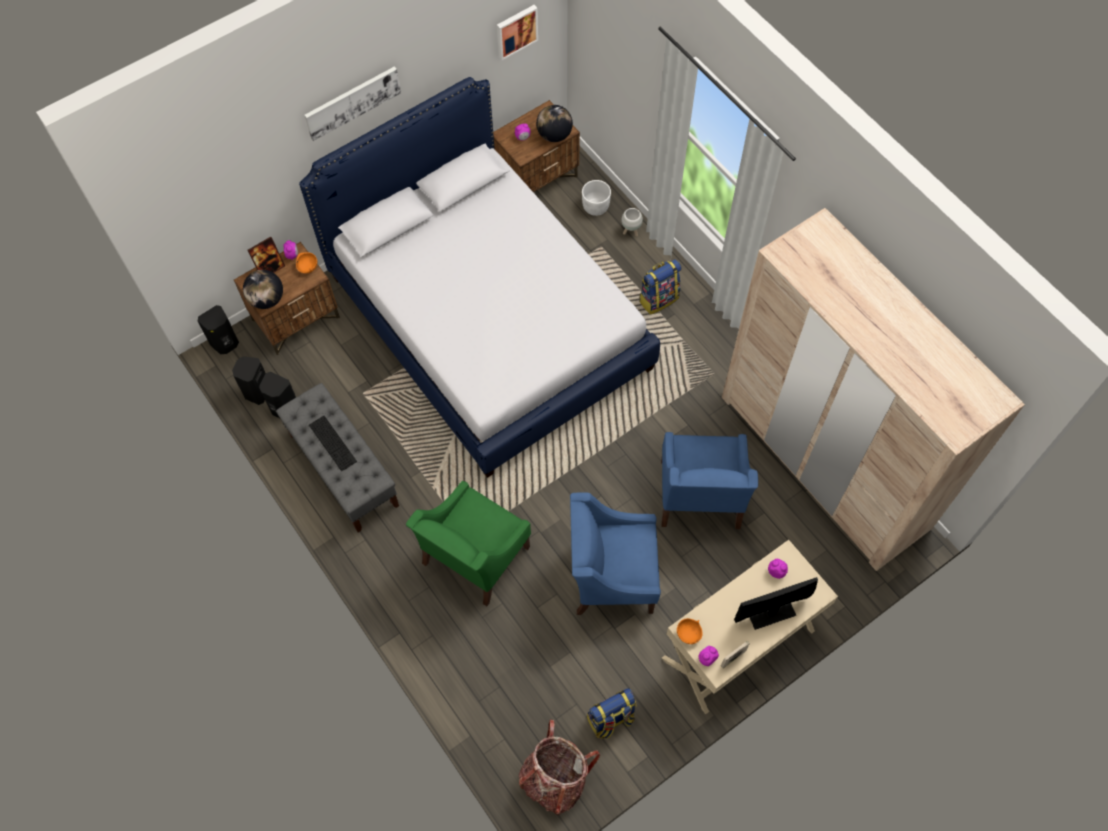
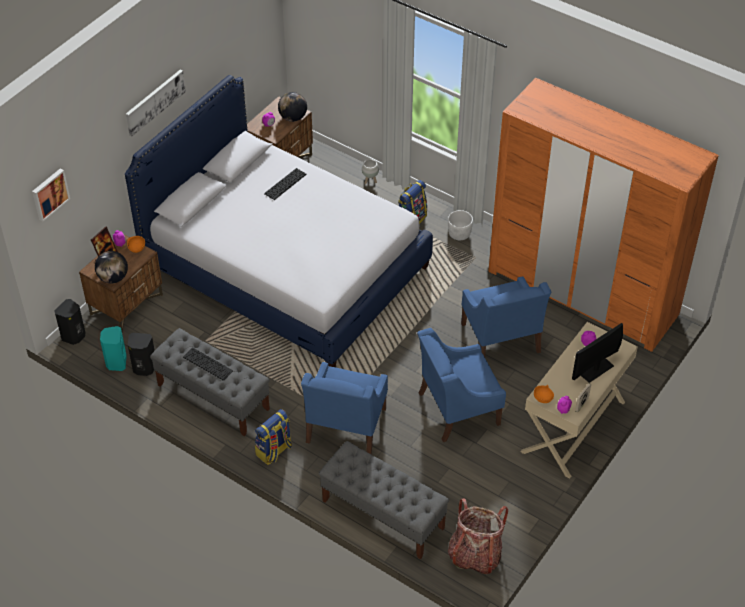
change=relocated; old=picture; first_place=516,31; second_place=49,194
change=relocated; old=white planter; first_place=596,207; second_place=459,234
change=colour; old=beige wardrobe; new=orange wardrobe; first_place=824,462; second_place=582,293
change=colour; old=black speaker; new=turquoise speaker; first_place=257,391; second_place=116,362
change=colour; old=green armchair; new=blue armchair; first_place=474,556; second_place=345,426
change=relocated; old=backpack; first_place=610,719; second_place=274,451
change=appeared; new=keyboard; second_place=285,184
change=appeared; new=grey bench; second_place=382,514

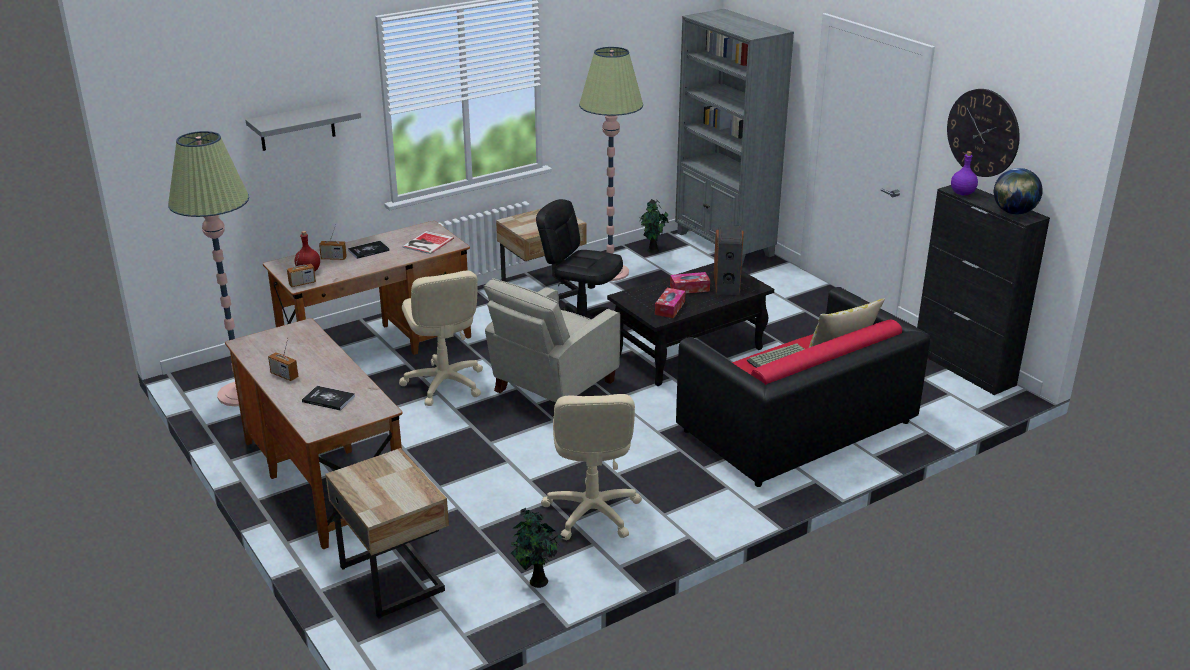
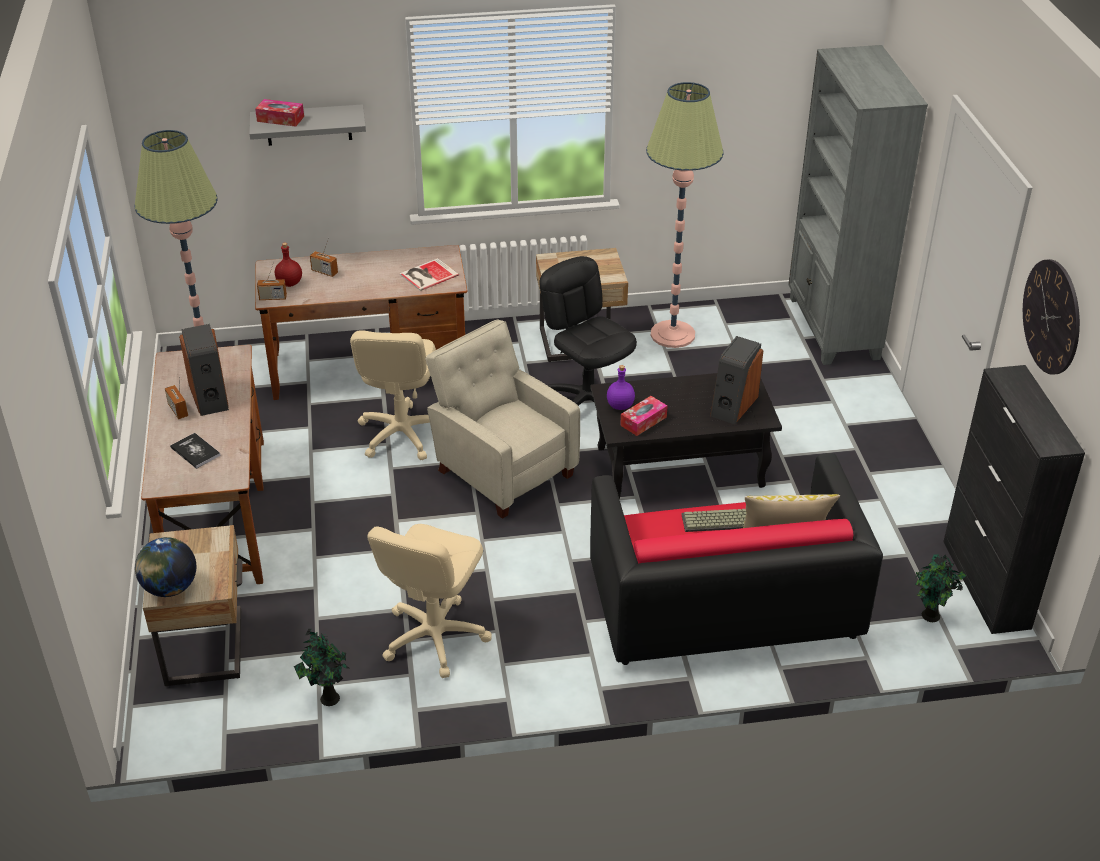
change=relocated; old=purple bottle; first_place=962,193; second_place=620,406
change=relocated; old=globe; first_place=1013,212; second_place=170,588
change=relocated; old=potted plant; first_place=653,250; second_place=930,616
change=missing; old=book; first_place=368,250
change=relocated; old=tissue box; first_place=689,288; second_place=280,119
change=spun; old=beige armchair; first_place=551,387; second_place=503,470; degrees=75
change=appeared; new=speaker; second_place=210,396

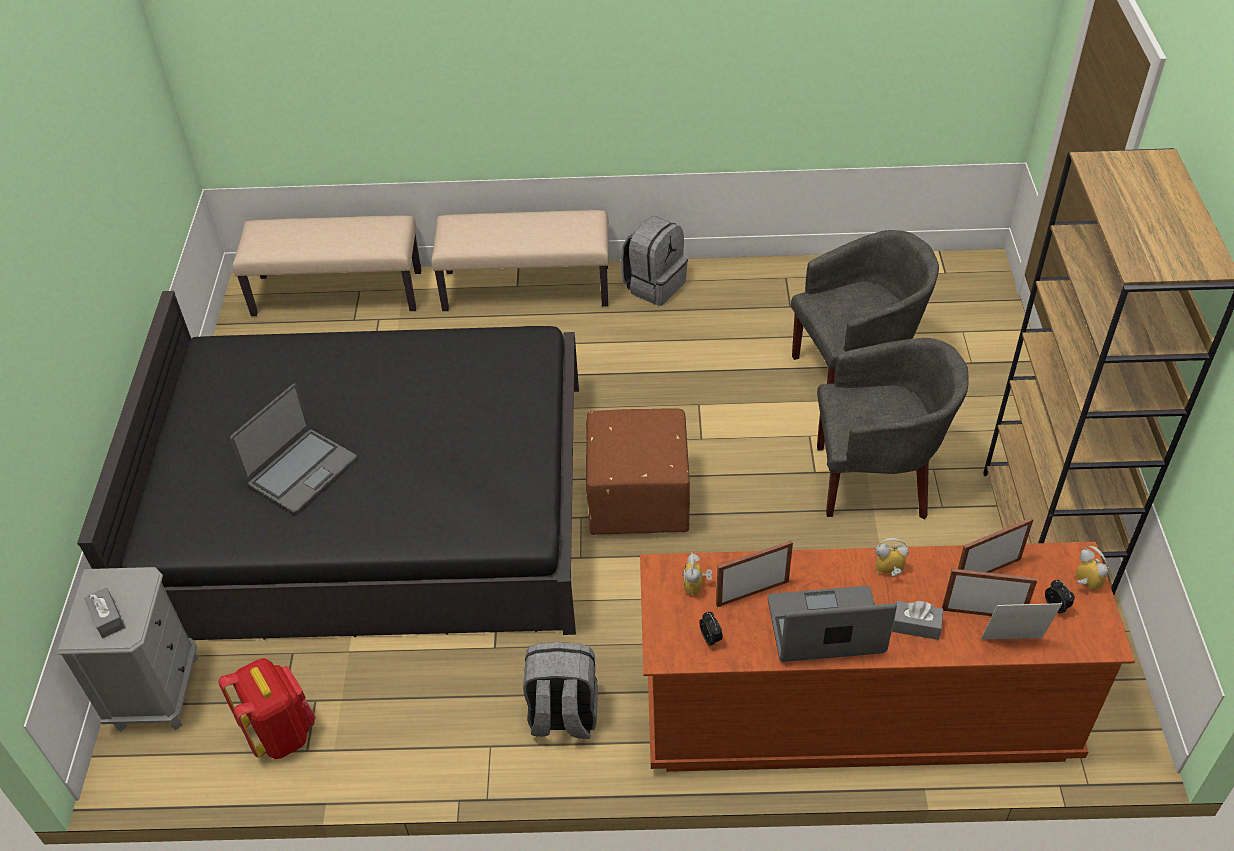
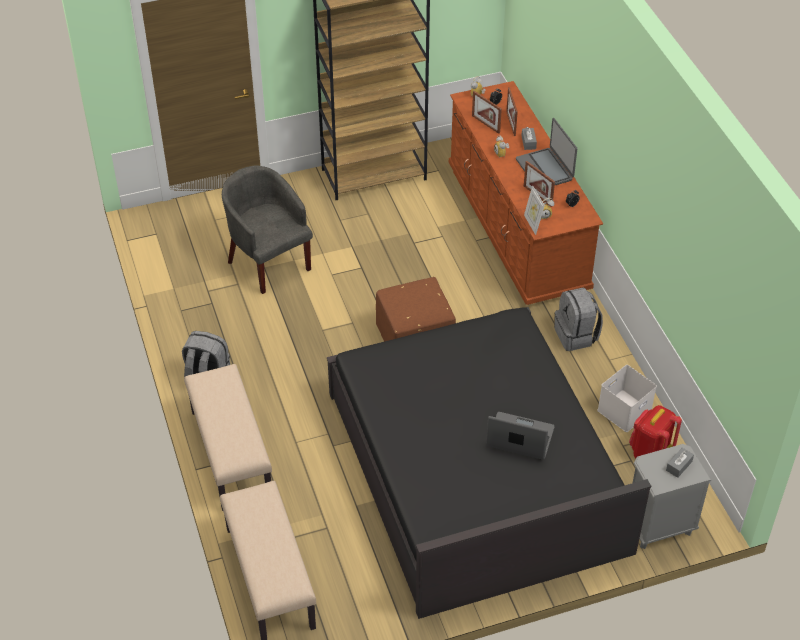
change=missing; old=grey armchair; first_place=876,479
change=relocated; old=picture frame; first_place=1013,643; second_place=532,224
change=appeared; new=white storage box; second_place=624,412

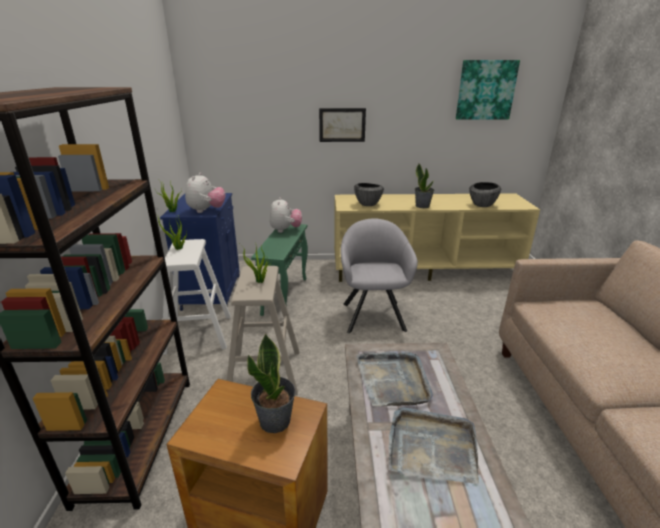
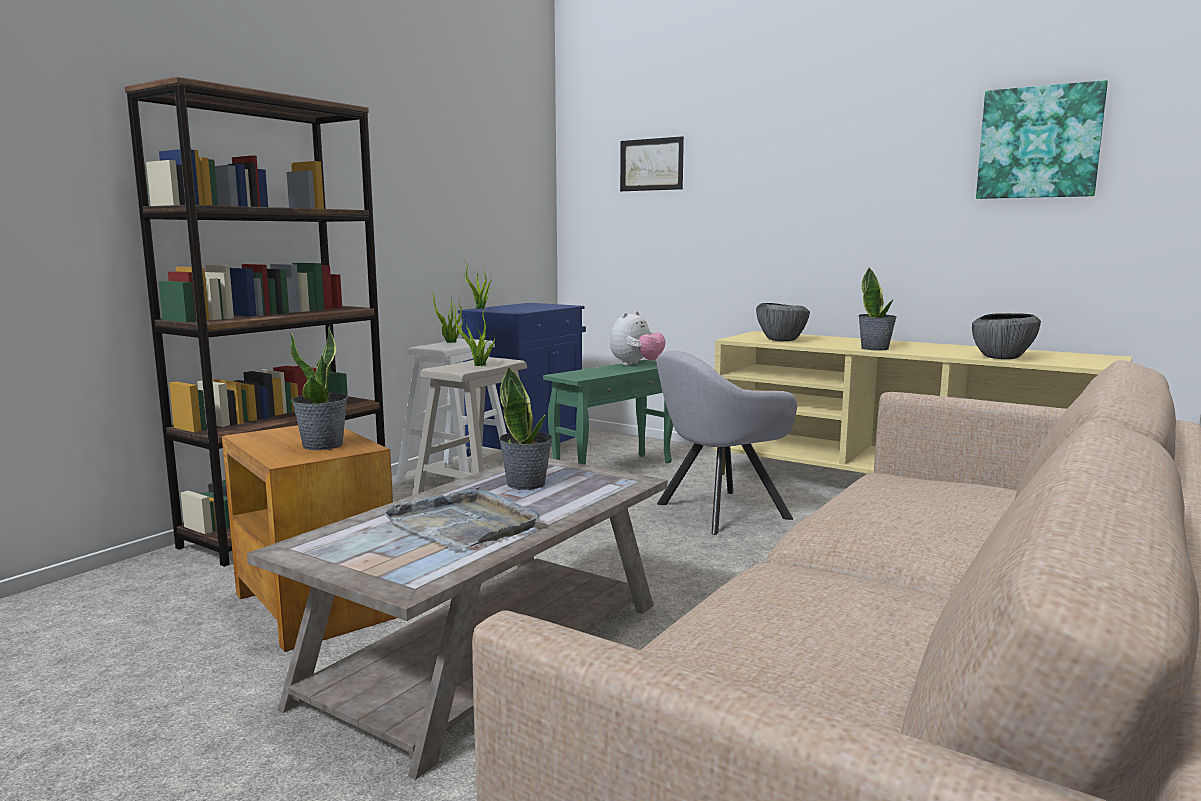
change=relocated; old=picture; first_place=342,125; second_place=651,164
change=missing; old=plush toy; first_place=206,211
change=spun; old=grey armchair; first_place=373,314; second_place=716,512; degrees=-150
change=exchanged; old=grey tray; new=potted plant; first_place=393,380; second_place=526,484

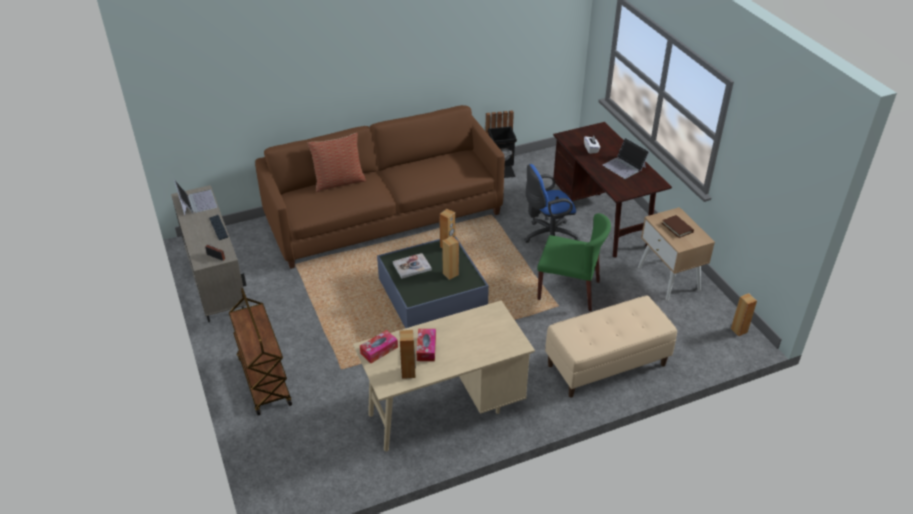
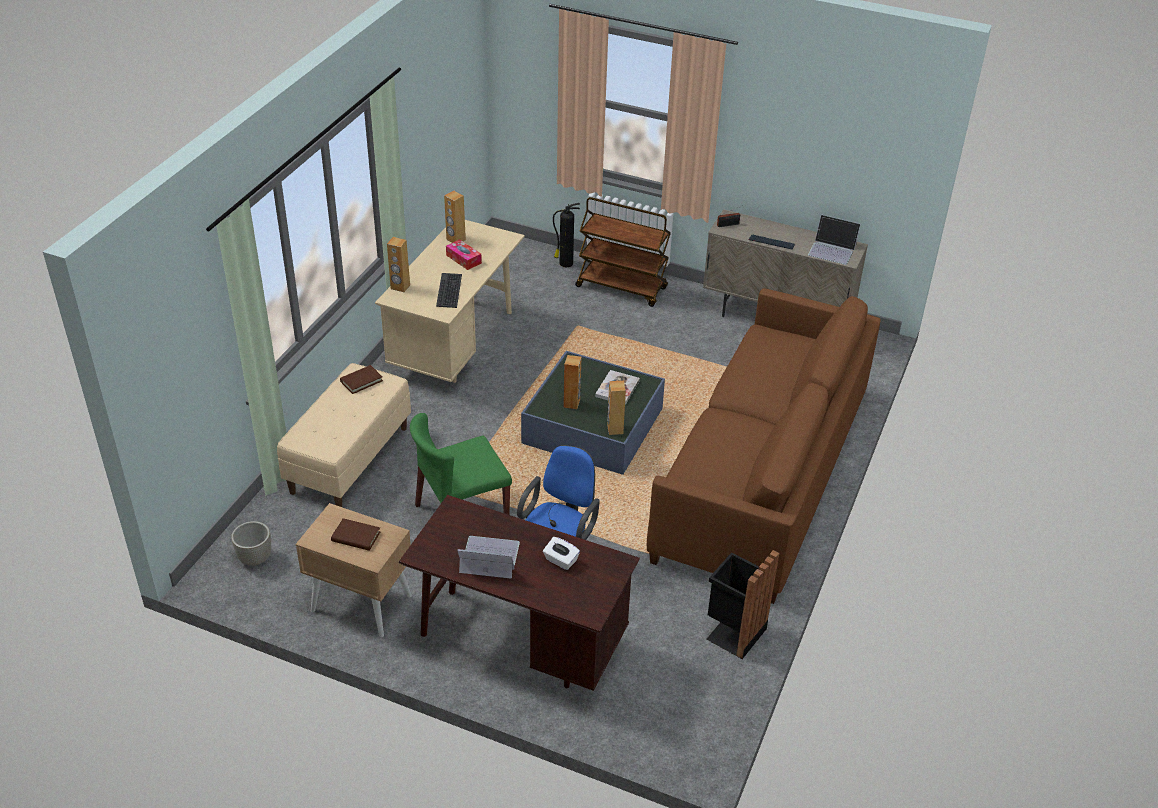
change=missing; old=pillow; first_place=339,182
change=relocated; old=brown speaker; first_place=739,330; second_place=400,287
change=missing; old=tissue box; first_place=379,350
change=appeared; new=fire extinguisher; second_place=565,263
change=appeared; new=keyboard; second_place=449,291
change=appeared; new=brown book; second_place=361,381
change=appeared; new=grey planter; second_place=255,558

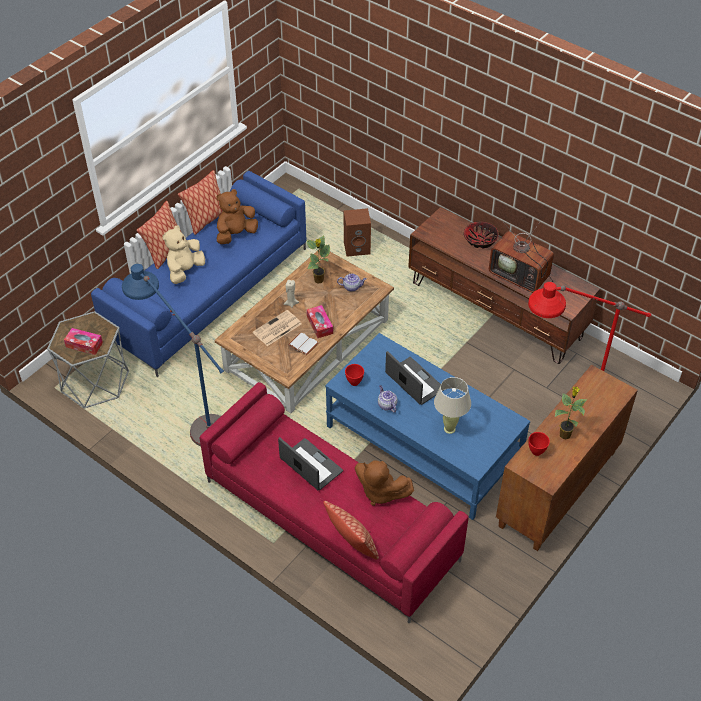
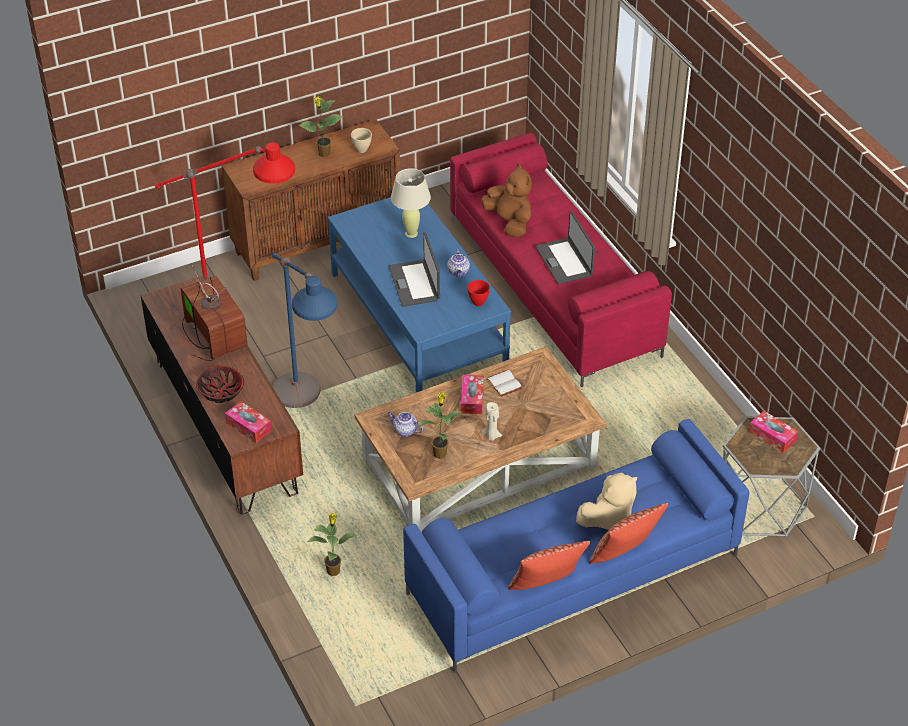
change=missing; old=brown plush toy; first_place=236,234
change=exchanged; old=brown speaker; new=potted plant; first_place=357,248; second_place=334,570
change=relocated; old=blue floor lamp; first_place=190,416; second_place=307,414
change=missing; old=newspaper; first_place=277,329
change=colour; old=red bowl; new=beige bowl; first_place=536,451; second_place=361,150
change=missing; old=pillow; first_place=352,545
change=appeared; new=tissue box; second_place=248,426

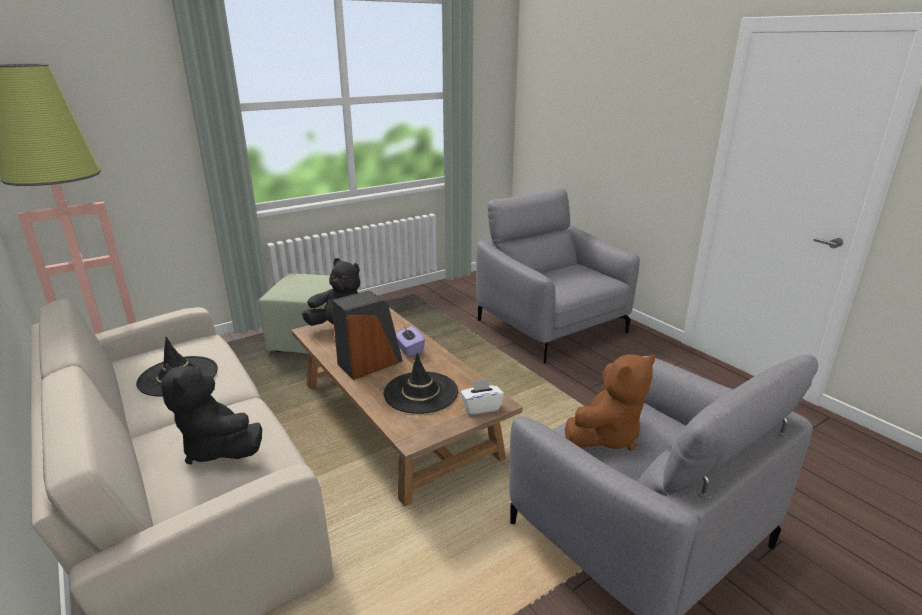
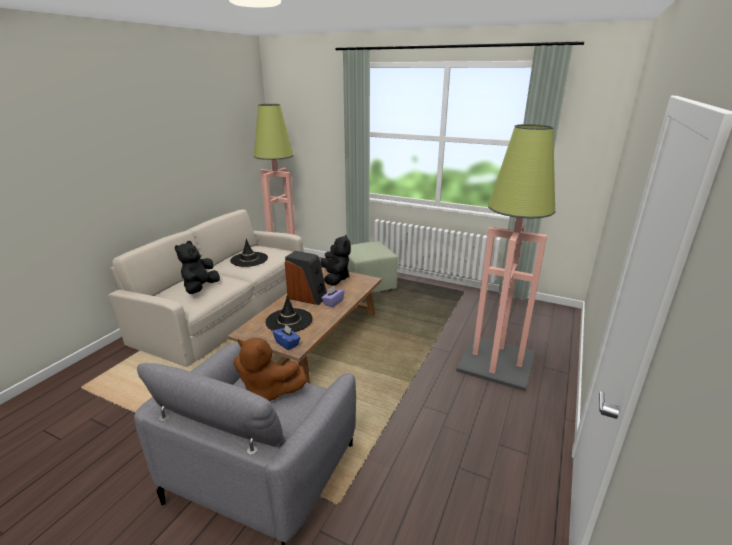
change=exchanged; old=grey armchair; new=floor lamp; first_place=552,326; second_place=497,362
change=colour; old=white tissue box; new=blue tissue box; first_place=481,407; second_place=287,344

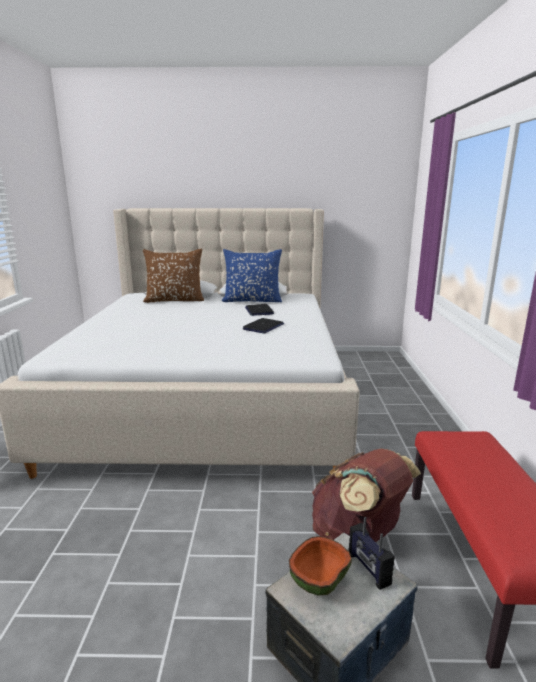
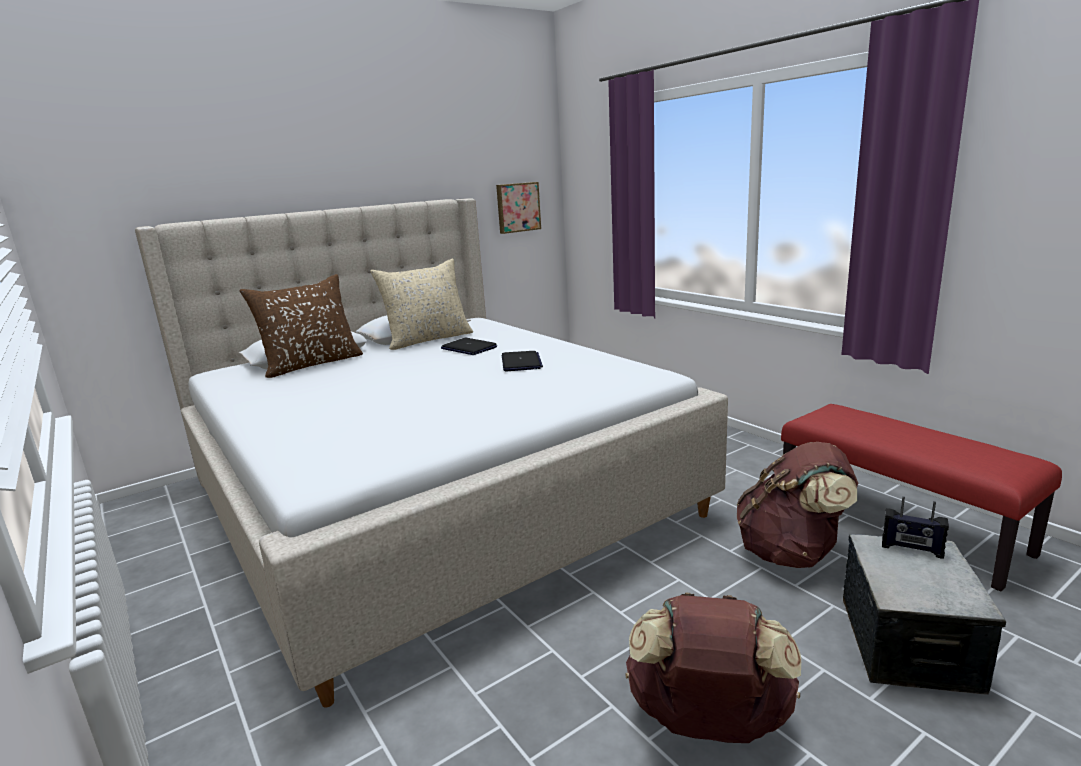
change=colour; old=blue pillow; new=beige pillow; first_place=252,300; second_place=428,339
change=missing; old=bowl; first_place=319,581
change=appeared; new=picture; second_place=517,207
change=appeared; new=brown backpack; second_place=708,724

